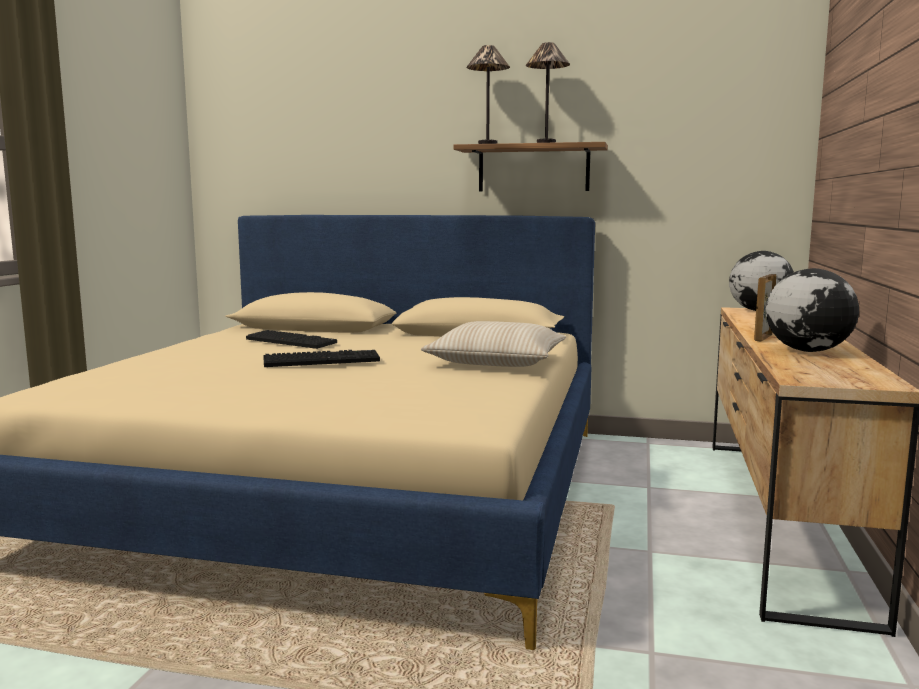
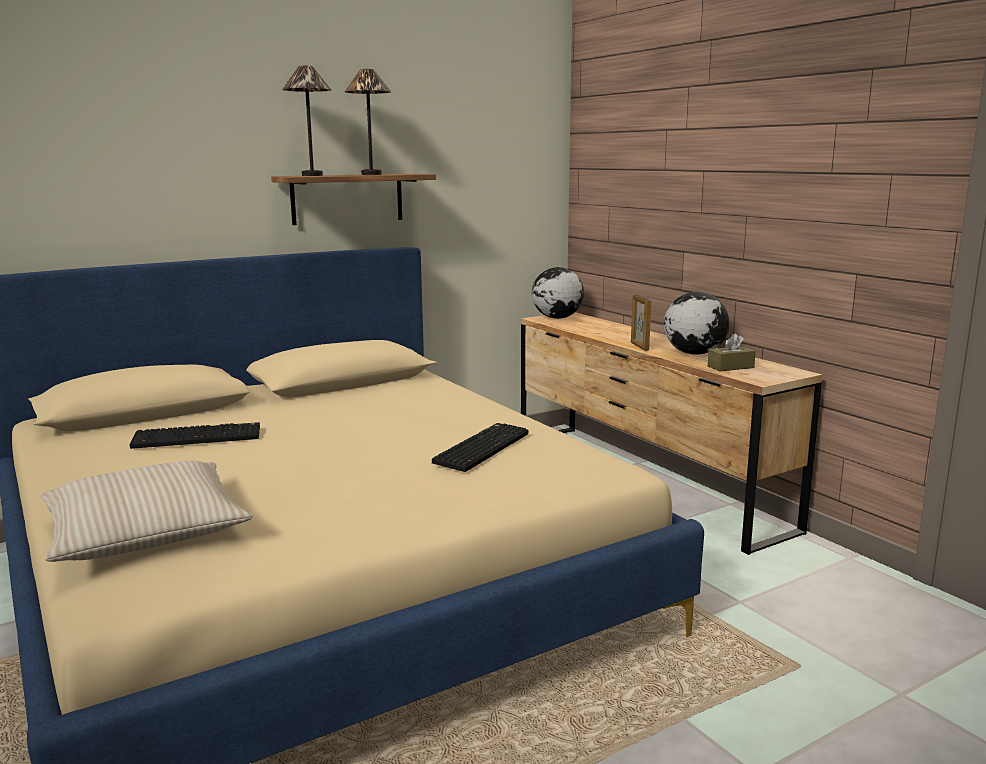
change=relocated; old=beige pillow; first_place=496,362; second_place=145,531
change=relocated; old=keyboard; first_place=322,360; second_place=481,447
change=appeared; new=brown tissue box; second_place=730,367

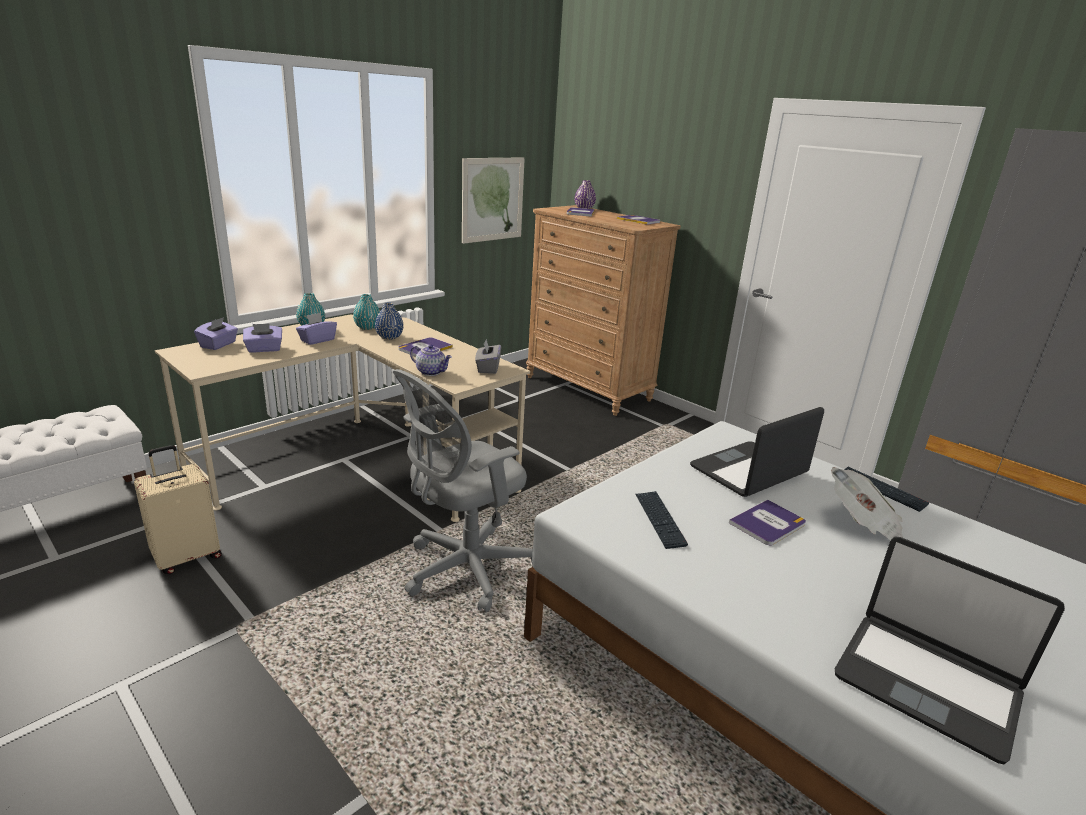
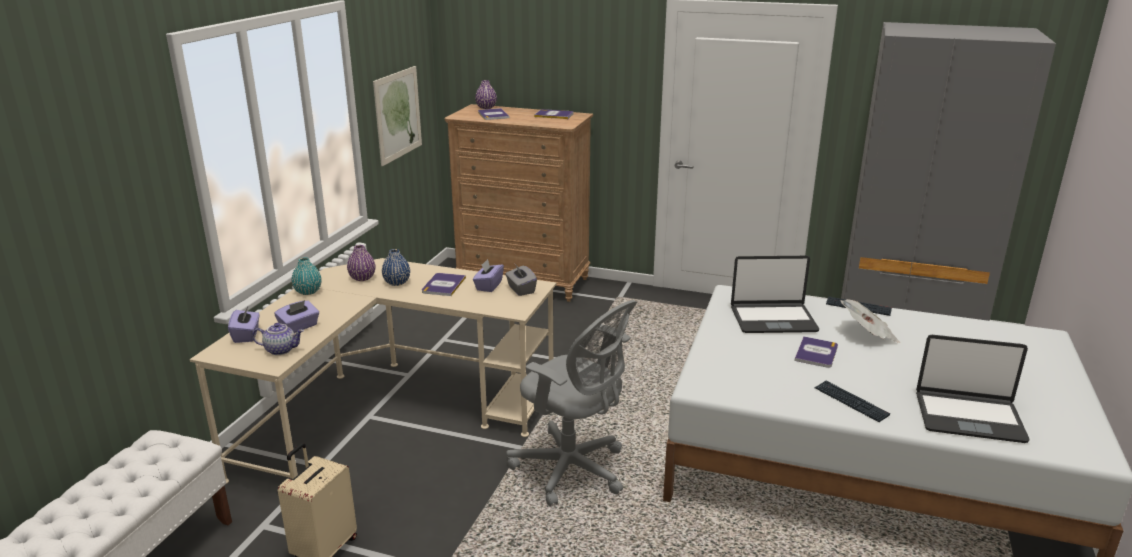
change=colour; old=turquoise vase; new=purple vase; first_place=367,327; second_place=362,278
change=relocated; old=purple tissue box; first_place=317,340; second_place=488,286
change=relocated; old=teapot; first_place=431,372; second_place=281,350
change=spun; old=grey office chair; first_place=464,570; second_place=573,470; degrees=-75
change=spun; old=laptop; first_place=749,471; second_place=773,319; degrees=-120
change=relocated; old=keyboard; first_place=659,520; second_place=850,402

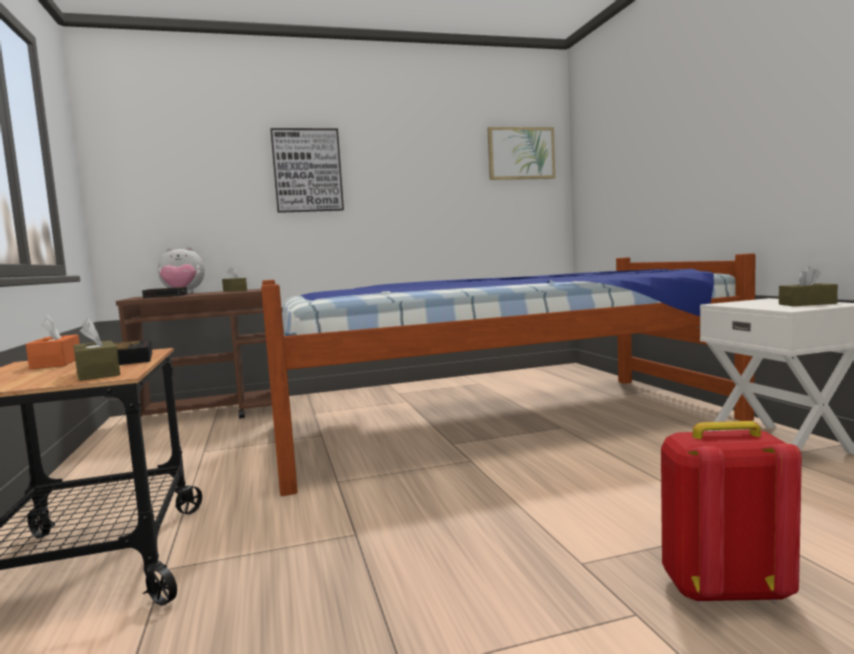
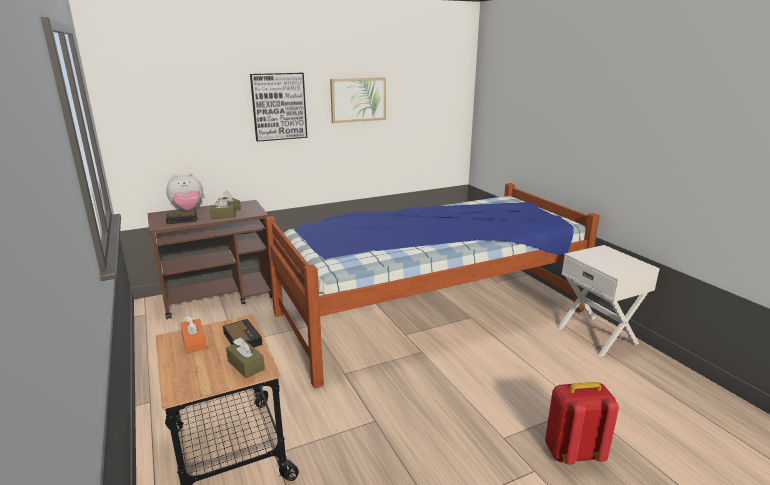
change=relocated; old=picture; first_place=521,153; second_place=358,99
change=relocated; old=brown tissue box; first_place=807,304; second_place=223,216

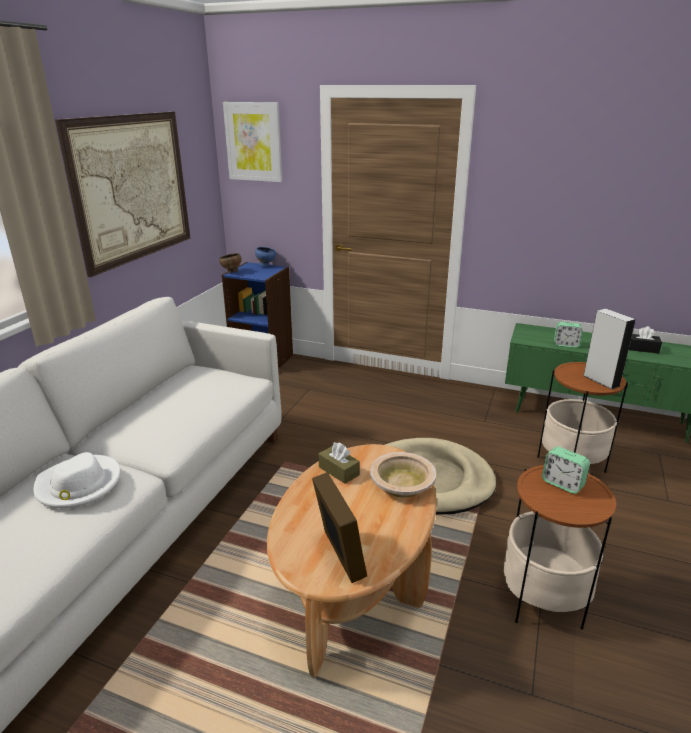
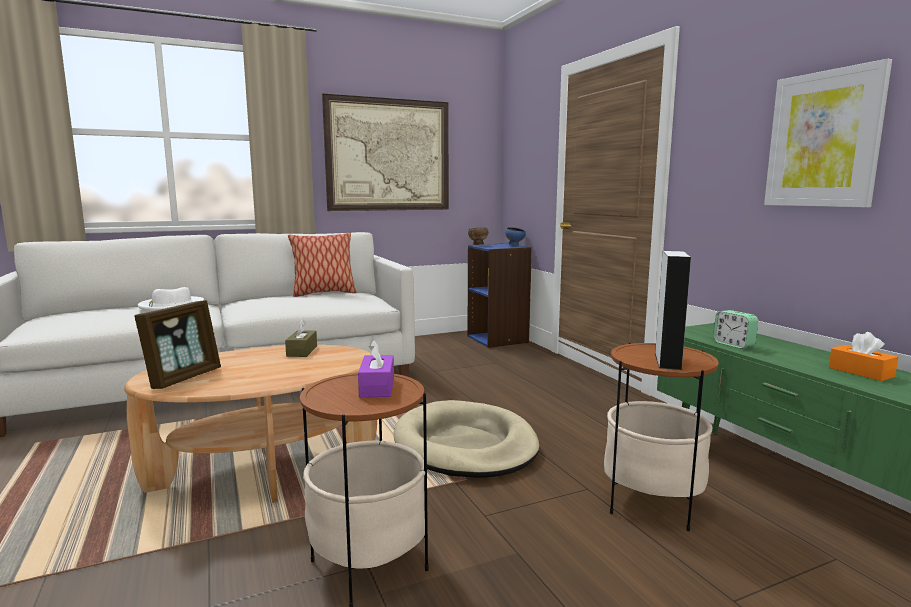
change=relocated; old=picture; first_place=253,142; second_place=823,139
change=colour; old=black tissue box; new=orange tissue box; first_place=642,349; second_place=860,372
change=exchanged; old=alarm clock; new=purple tissue box; first_place=562,484; second_place=377,387
change=missing; old=beige bowl; first_place=402,483
change=appeared; new=pillow; second_place=323,293

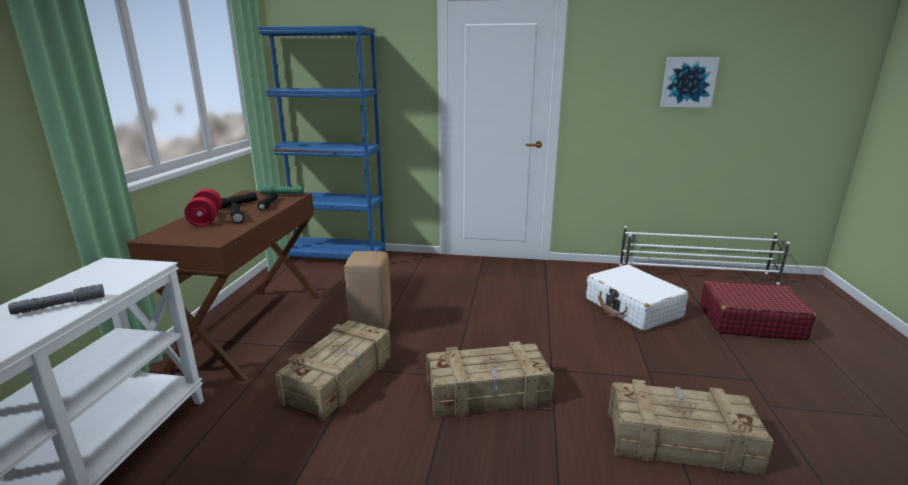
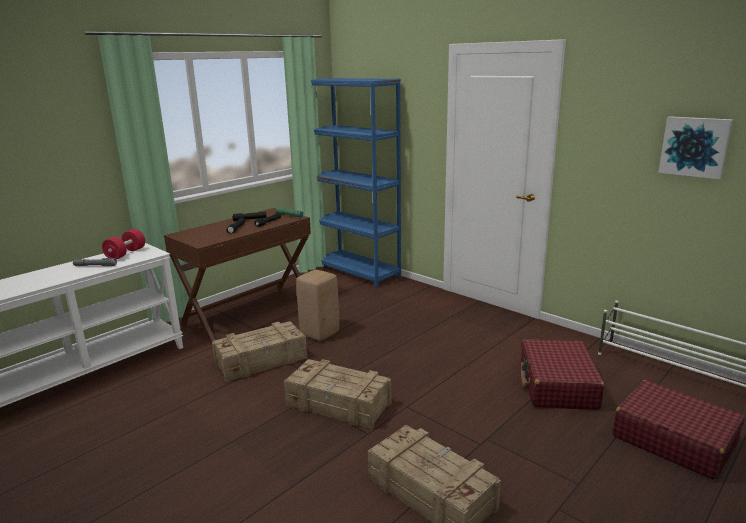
change=relocated; old=red dumbbell; first_place=206,219; second_place=125,254
change=colour; old=white suitcase; new=red suitcase; first_place=633,308; second_place=557,385

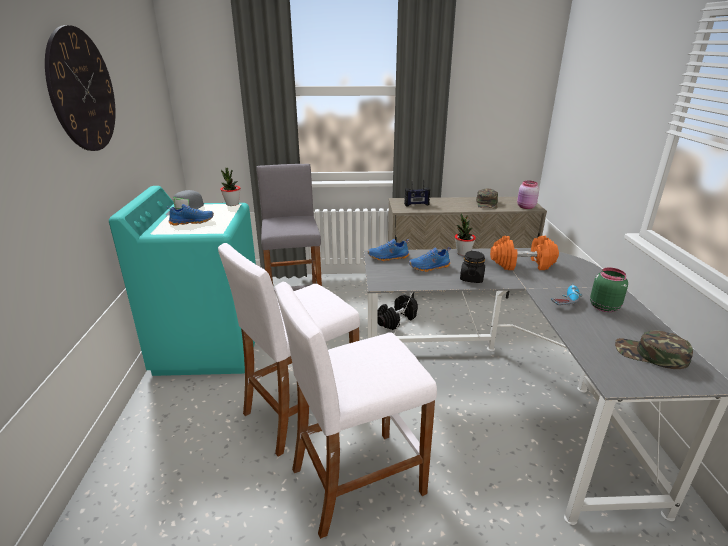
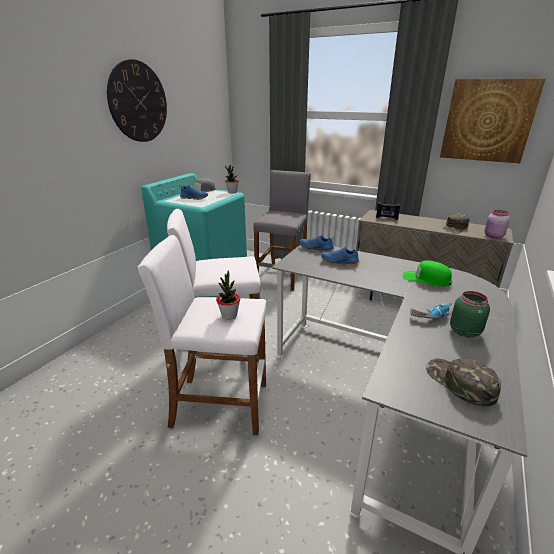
change=relocated; old=potted plant; first_place=463,253; second_place=229,315
change=exchanged; old=orange dumbbell; new=green cap; first_place=522,264; second_place=426,279
change=missing; old=black jar; first_place=471,278
change=missing; old=black dumbbell; first_place=396,320
change=appeared; new=picture; second_place=488,121

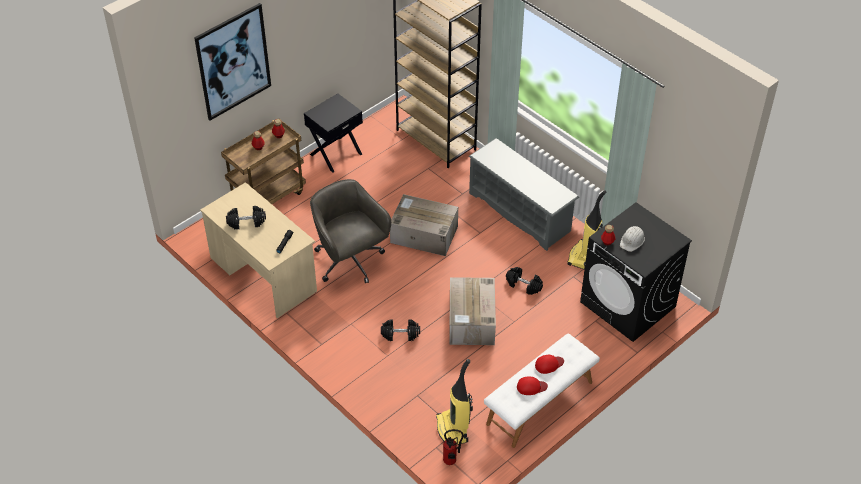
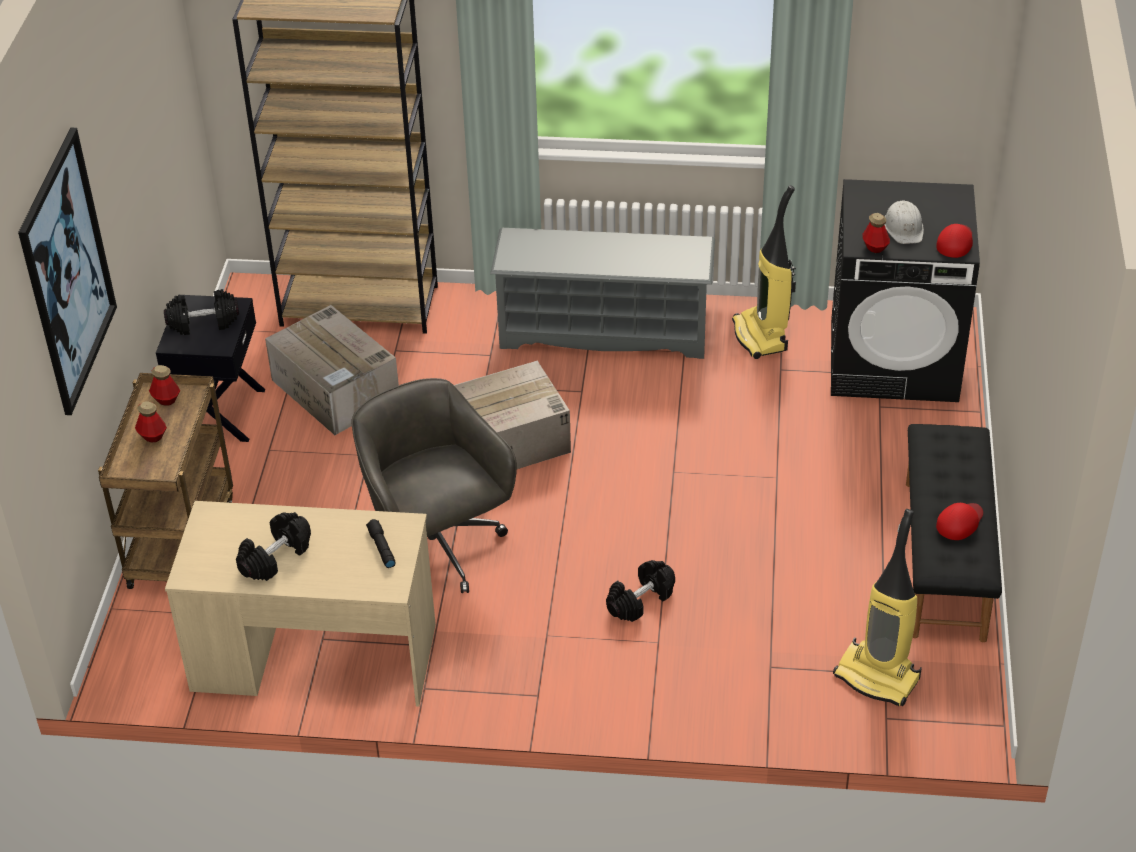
change=spun; old=grey office chair; first_place=350,262; second_place=435,550; degrees=45
change=relocated; old=black dumbbell; first_place=523,285; second_place=203,323
change=relocated; old=cardboard box; first_place=472,321; second_place=336,390
change=colour; old=white bench; new=black bench; first_place=540,403; second_place=946,559
change=relocated; old=red cap; first_place=549,364; second_place=955,242
change=missing; old=fire extinguisher; first_place=452,462

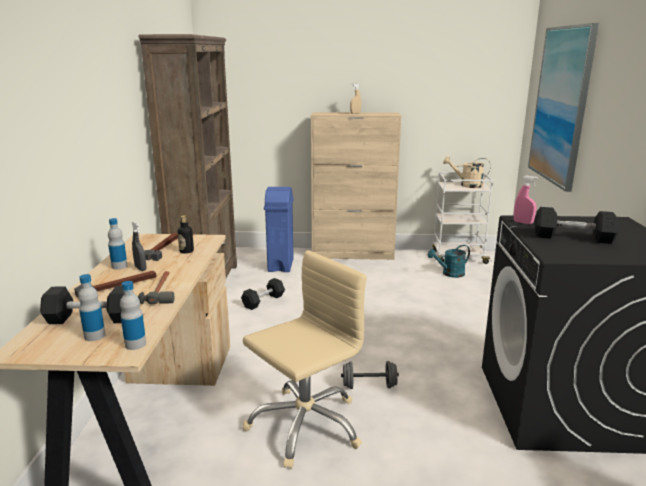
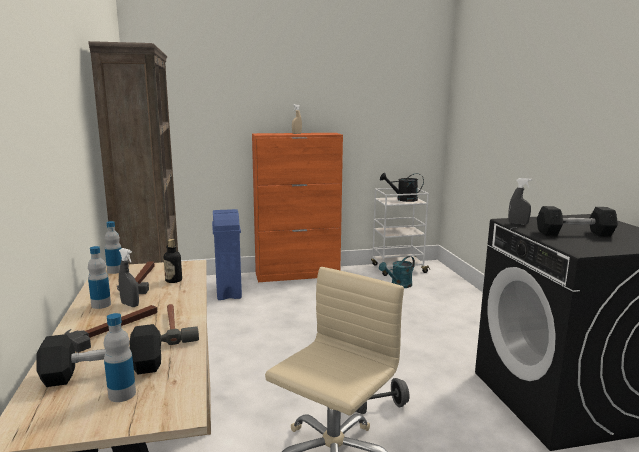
change=missing; old=picture; first_place=561,105
change=colour; old=beige cabinet; new=orange cabinet; first_place=353,254; second_place=298,274
change=colour; old=beige watering can; new=black watering can; first_place=467,185; second_place=403,199
change=colour; old=pink spray bottle; new=grey spray bottle; first_place=523,222; second_place=518,224
change=missing; old=black dumbbell; first_place=263,301
change=relocated; old=bottle; first_place=135,344; second_place=115,271

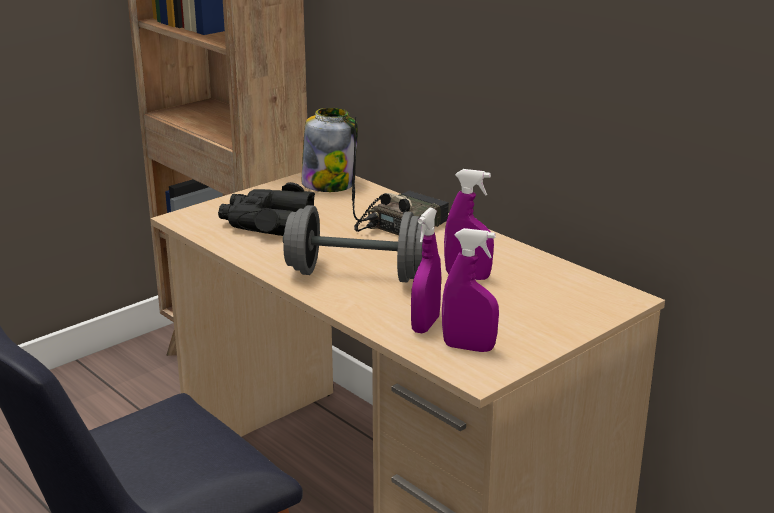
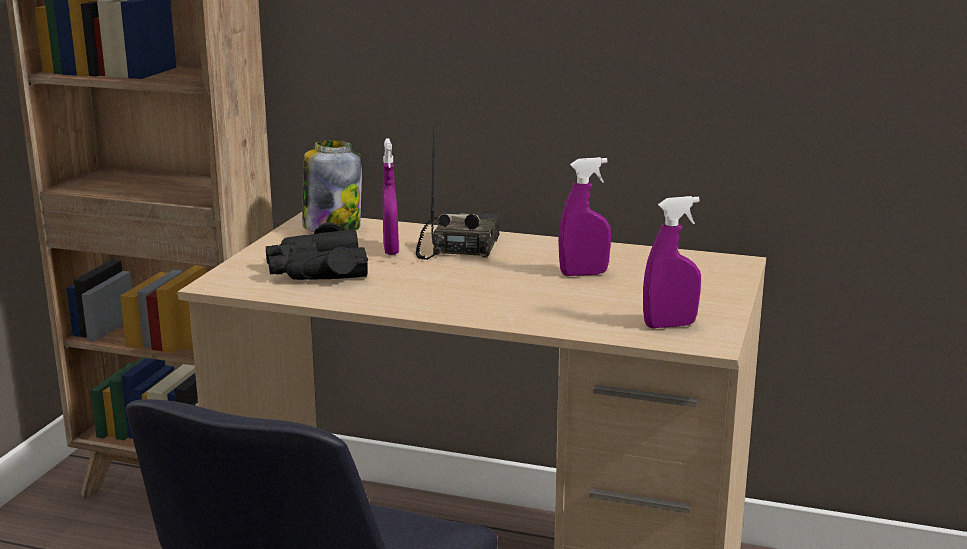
change=missing; old=grey dumbbell; first_place=357,275
change=relocated; old=purple spray bottle; first_place=425,325; second_place=391,250

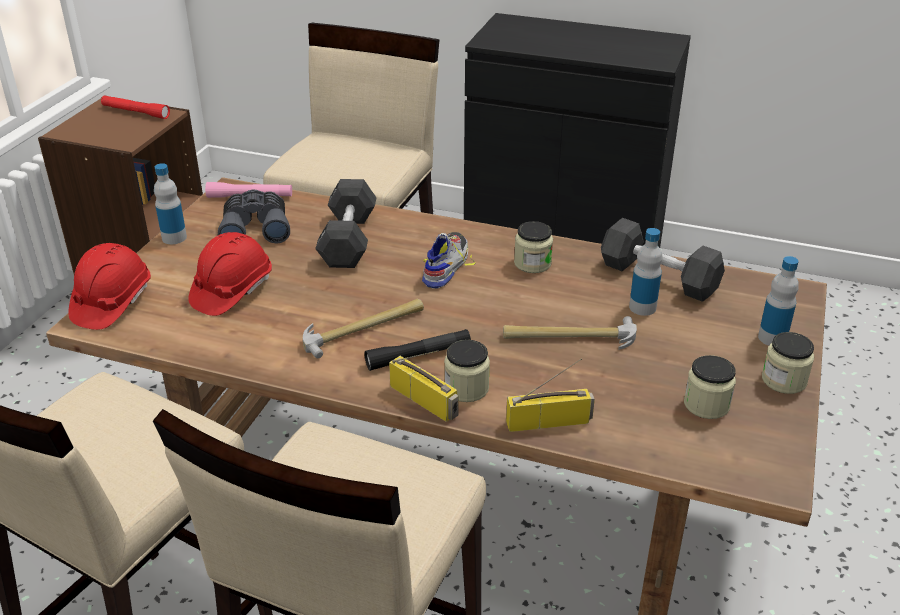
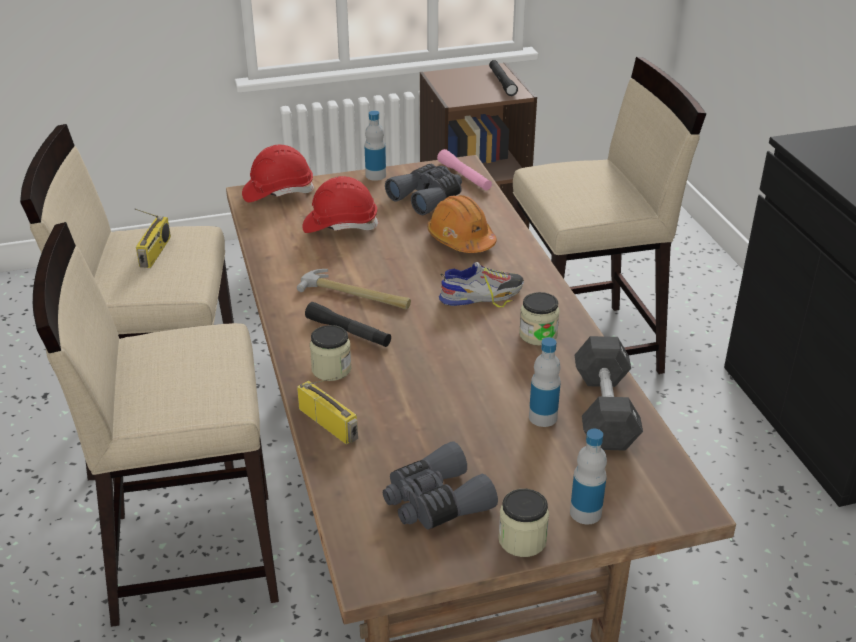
change=colour; old=red flashlight; new=black flashlight; first_place=135,112; second_place=502,82
change=exchanged; old=black dumbbell; new=orange hard hat; first_place=348,240; second_place=461,239
change=missing; old=hammer; first_place=569,336
change=relocated; old=radio; first_place=425,400; second_place=155,252
change=exchanged; old=jar; new=grey binoculars; first_place=706,405; second_place=435,502

